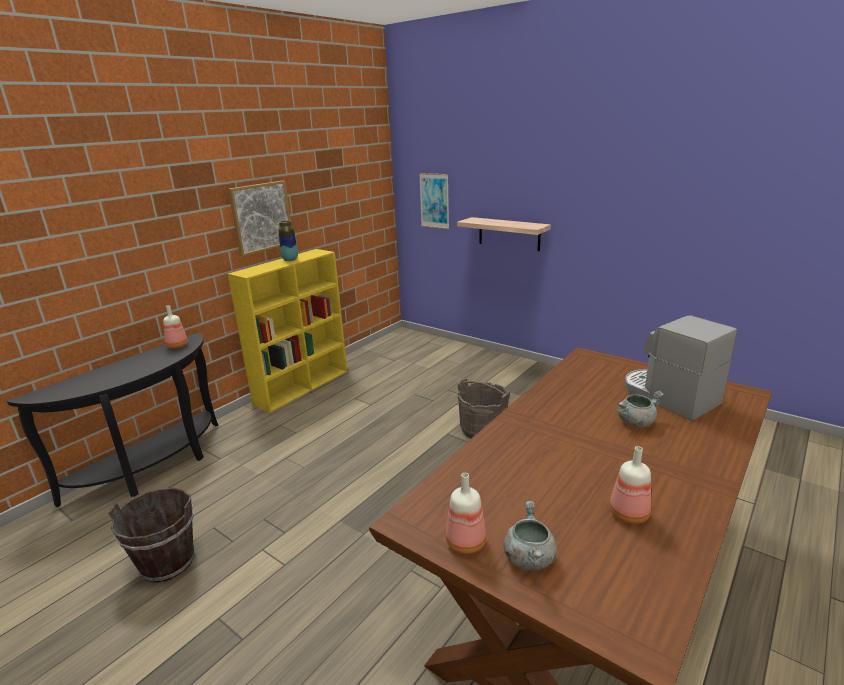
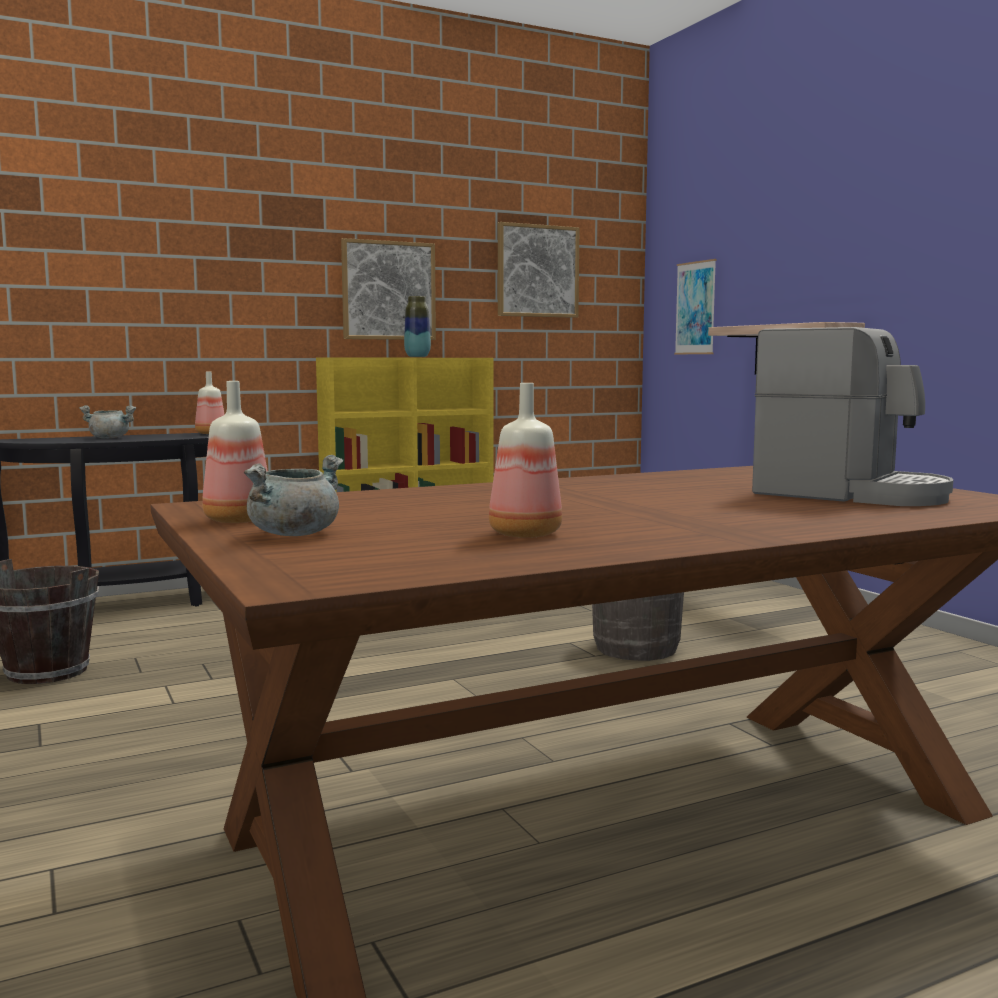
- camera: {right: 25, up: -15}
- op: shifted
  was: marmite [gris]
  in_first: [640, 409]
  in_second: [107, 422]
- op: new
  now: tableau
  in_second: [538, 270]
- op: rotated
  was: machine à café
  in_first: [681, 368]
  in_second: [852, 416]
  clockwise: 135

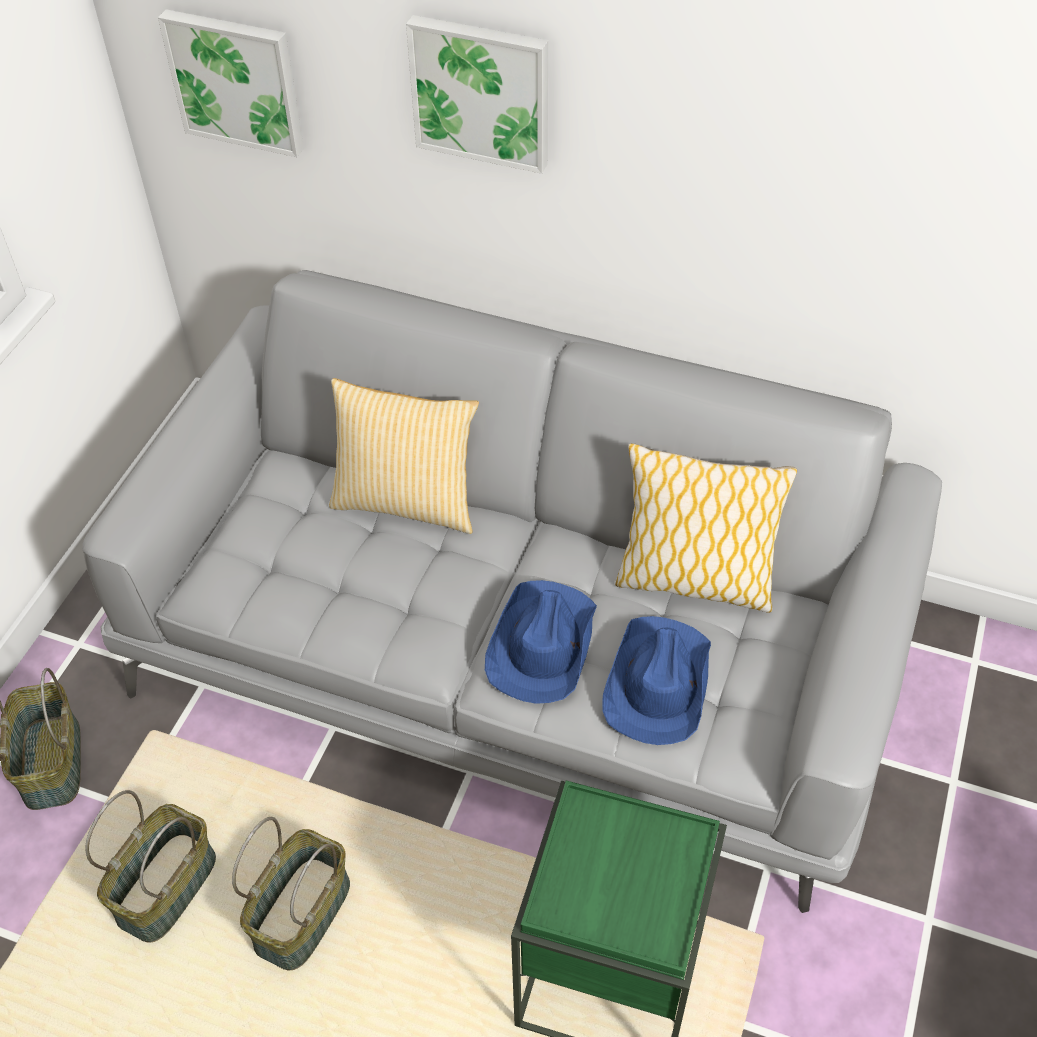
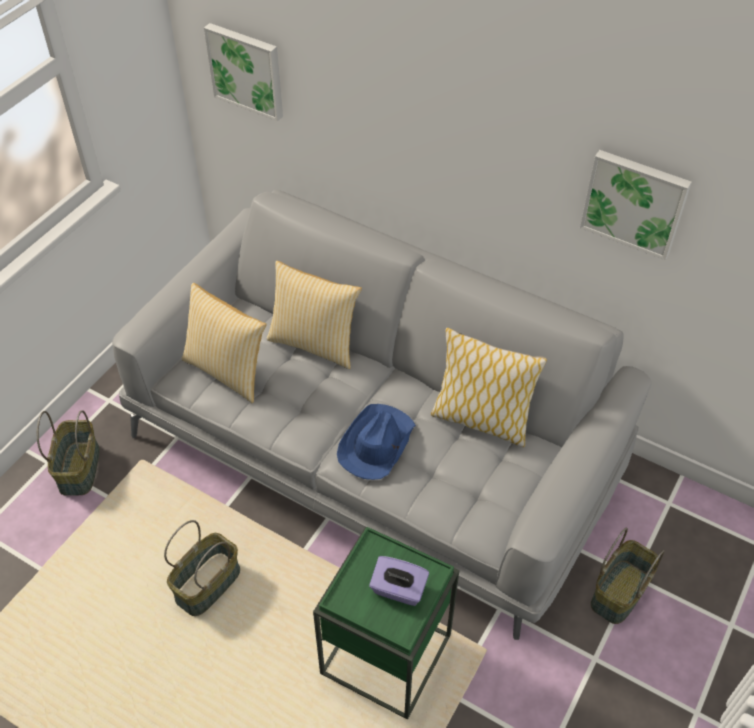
- camera: {right: 10, up: 0}
- op: new
  now: coussin
  in_second: [224, 343]
- op: new
  now: boîte à mouchoirs [violet]
  in_second: [399, 581]
- op: shifted
  was: tableau
  in_first: [477, 94]
  in_second: [636, 205]
- op: shifted
  was: panier
  in_first: [150, 866]
  in_second: [628, 575]
- op: gone
  was: chapeau [bleu]
  in_first: [656, 680]

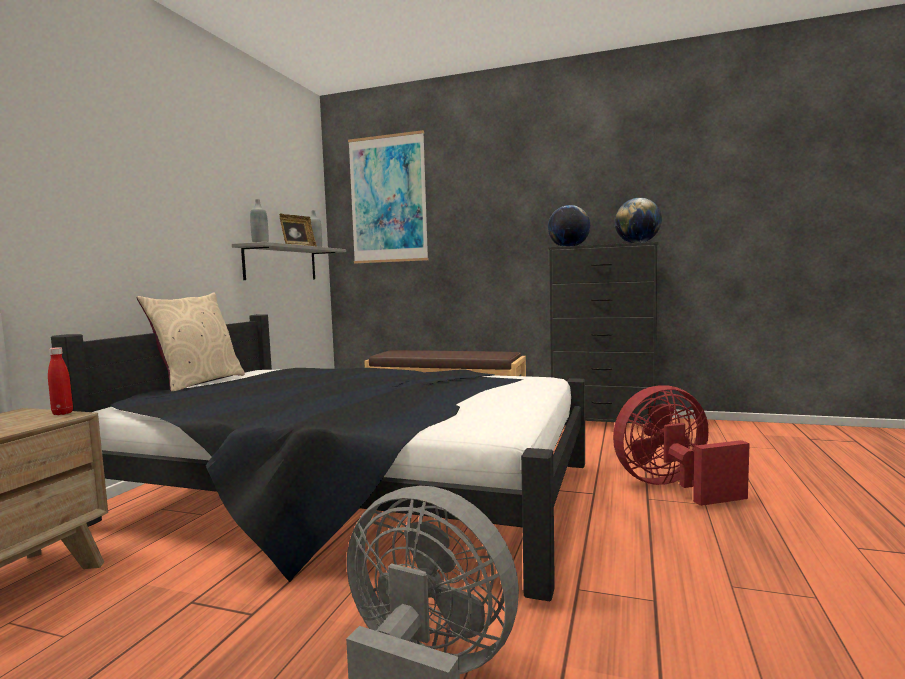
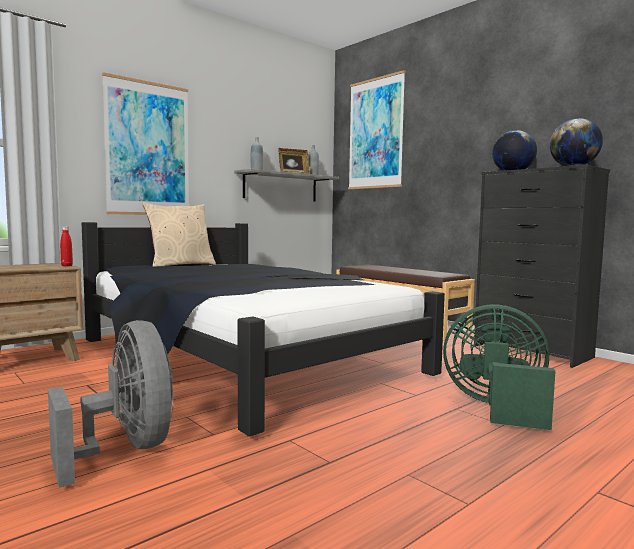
- camera: {right: 30, up: 0}
- op: new
  now: tableau
  in_second: [145, 143]
- op: repainted
  was: ventilateur [rouge]
  now: ventilateur [vert]
  in_first: [681, 445]
  in_second: [499, 367]

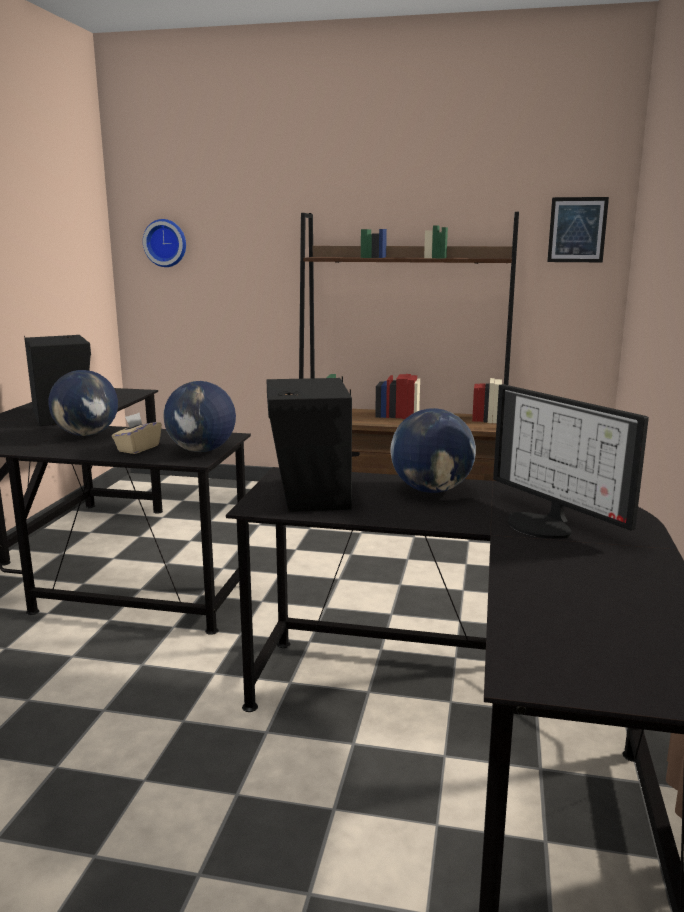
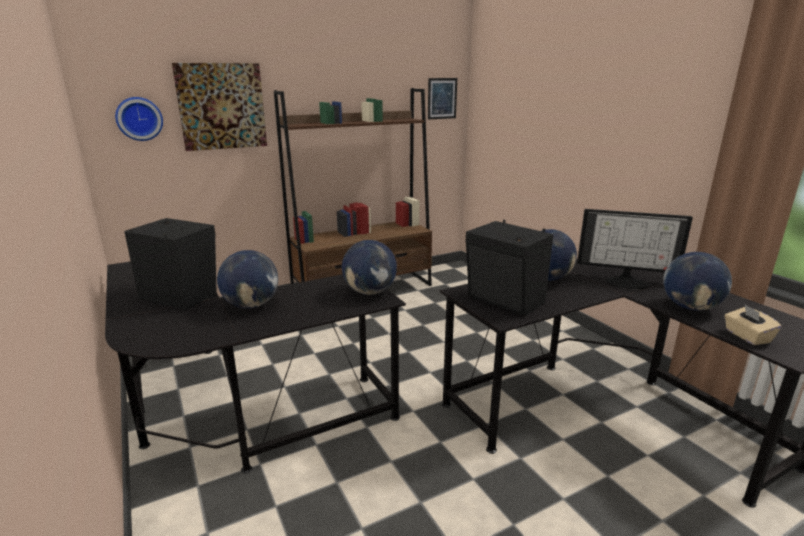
- camera: {right: -40, up: 5}
- op: new
  now: tableau
  in_second: [219, 107]
- op: new
  now: globe
  in_second: [698, 281]
- op: shifted
  was: boîte à mouchoirs [beige]
  in_first: [137, 433]
  in_second: [753, 325]

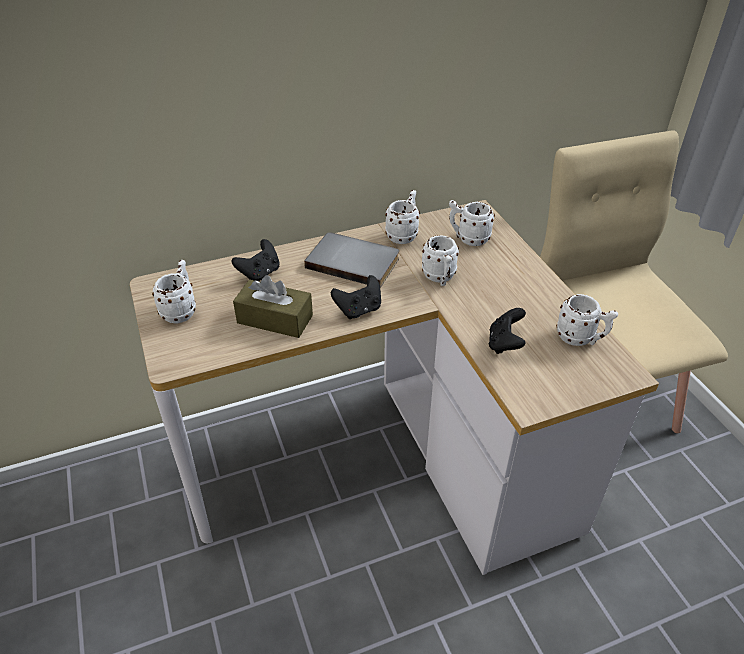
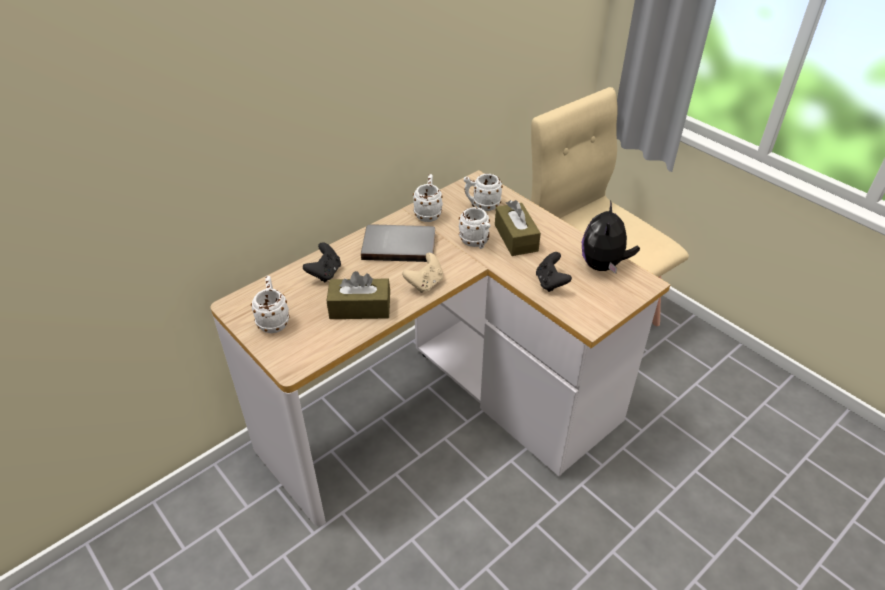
- camera: {right: -20, up: 0}
- op: repainted
  was: manette [noir]
  now: manette [beige]
  in_first: [356, 297]
  in_second: [422, 273]
- op: new
  now: boîte à mouchoirs [marron]
  in_second: [518, 228]
- op: swapped
  was: mug [blanc]
  now: peluche
  in_first: [587, 320]
  in_second: [611, 237]

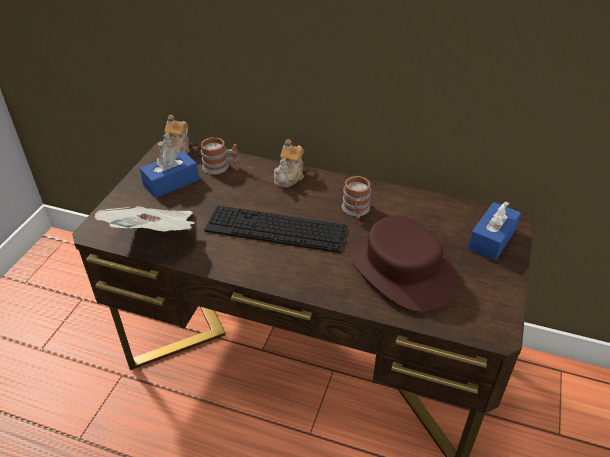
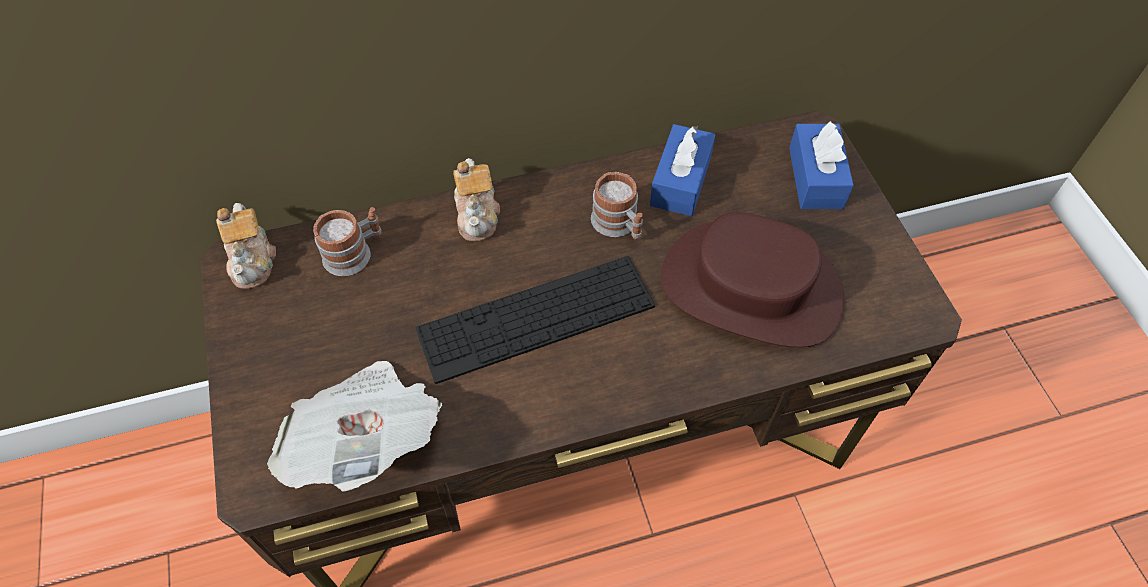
- camera: {right: -35, up: 15}
- op: shifted
  was: boîte à mouchoirs [bleu]
  in_first: [169, 173]
  in_second: [683, 170]

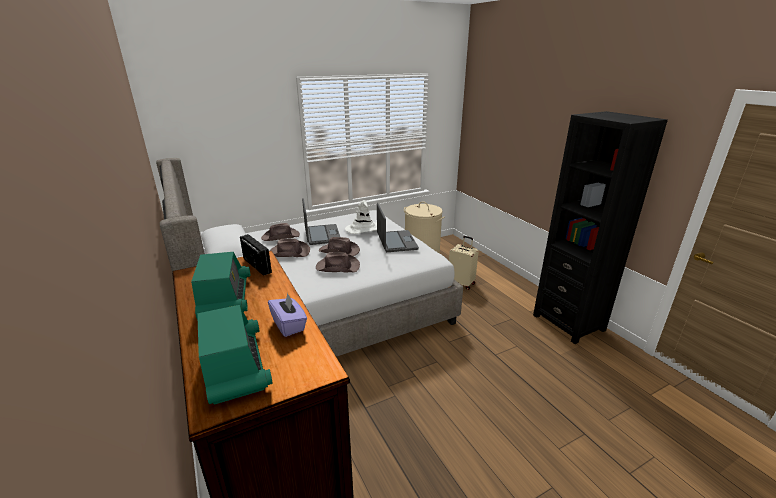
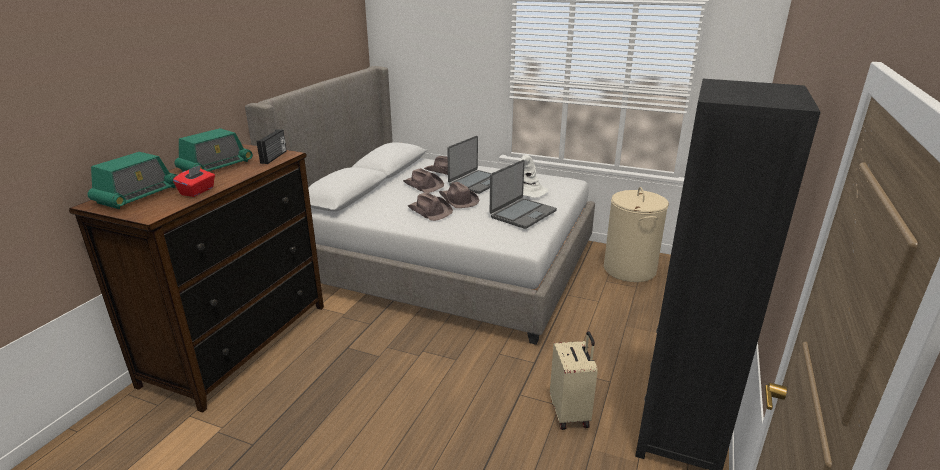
- camera: {right: 50, up: 0}
- op: repainted
  was: boîte à mouchoirs [violet]
  now: boîte à mouchoirs [rouge]
  in_first: [287, 315]
  in_second: [194, 181]
- op: shifted
  was: valise [beige]
  in_first: [464, 263]
  in_second: [574, 380]

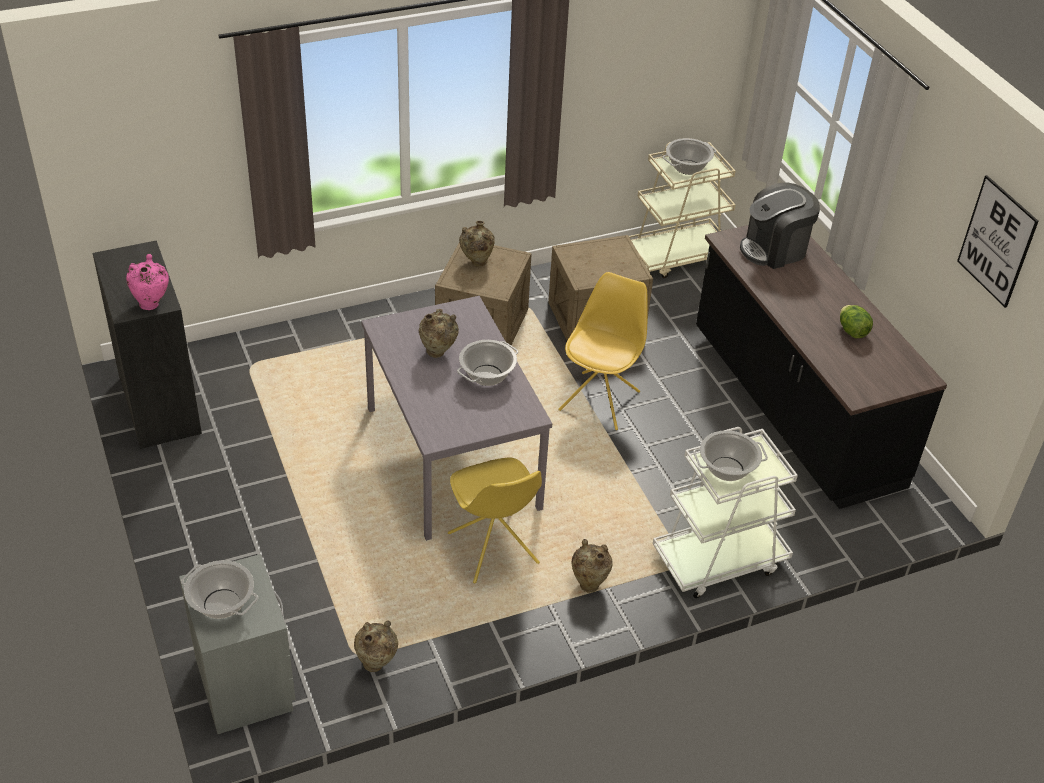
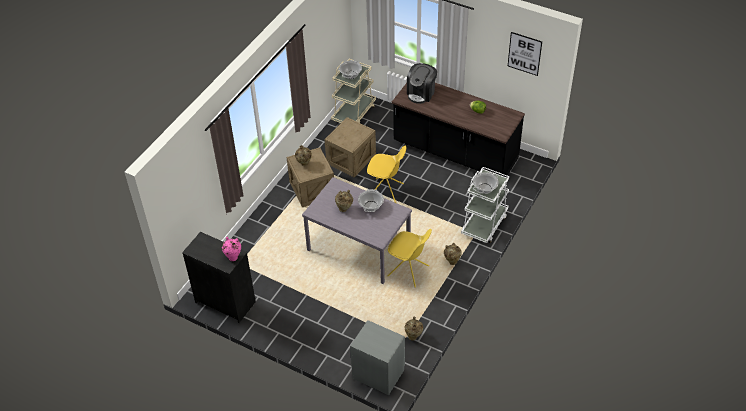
- camera: {right: -35, up: 5}
- op: rotated
  was: chaise [jaune]
  in_first: [603, 351]
  in_second: [387, 174]
  clockwise: 120
- op: gone
  was: marmite
  in_first: [219, 589]

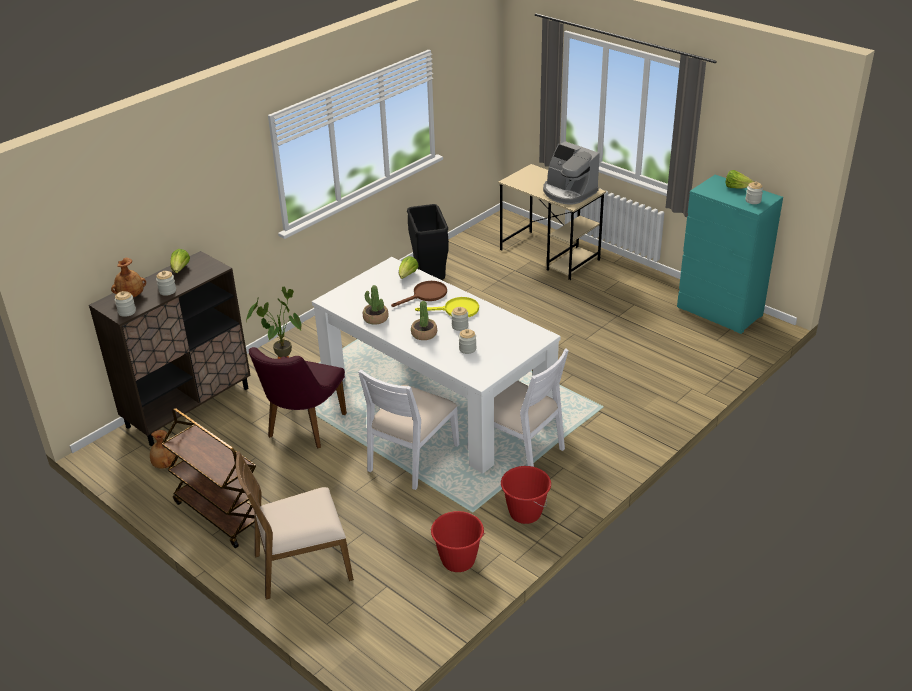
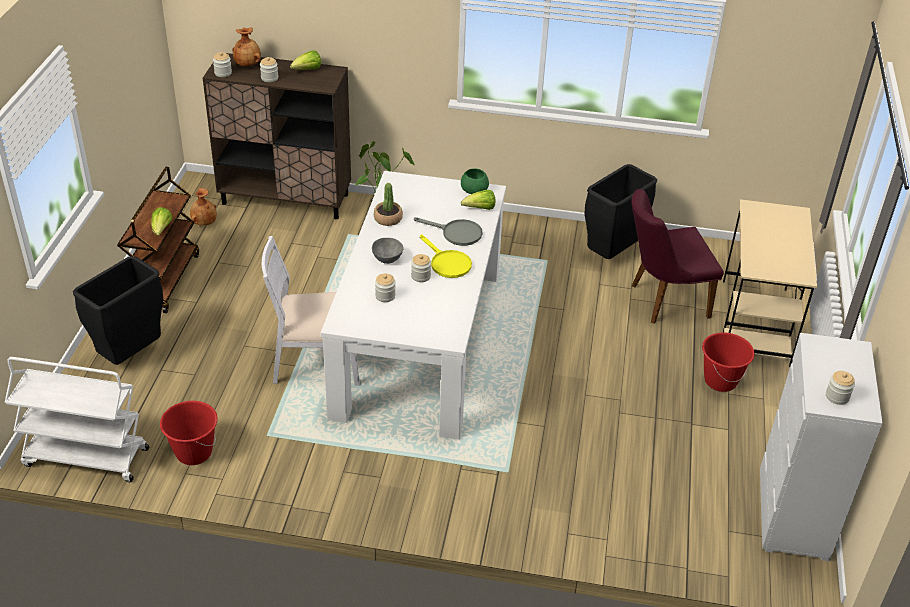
- camera: {right: 55, up: 5}
- op: new
  now: chariot [blanc]
  in_second: [77, 419]
- op: swapped
  was: chaise [marron]
  now: poubelle [noir]
  in_first: [295, 525]
  in_second: [118, 310]
- op: shifted
  was: laitue
  in_first: [739, 179]
  in_second: [161, 221]
- op: swapped
  was: plante en pot
  now: bol [gris]
  in_first: [424, 320]
  in_second: [387, 251]
- op: repainted
  was: poêle [marron]
  now: poêle [gris]
  in_first: [419, 294]
  in_second: [448, 231]
- op: new
  now: bol [vert]
  in_second: [475, 181]
- op: shifted
  was: chaise [violet]
  in_first: [298, 397]
  in_second: [677, 256]
- op: shifted
  was: seau [rouge]
  in_first: [526, 495]
  in_second: [728, 362]
- op: repainted
  was: commode [turquoise]
  now: commode [blanc]
  in_first: [730, 254]
  in_second: [821, 447]
- op: gone
  was: chaise [blanc]
  in_first: [518, 408]
- op: gone
  was: machine à café
  in_first: [571, 173]

